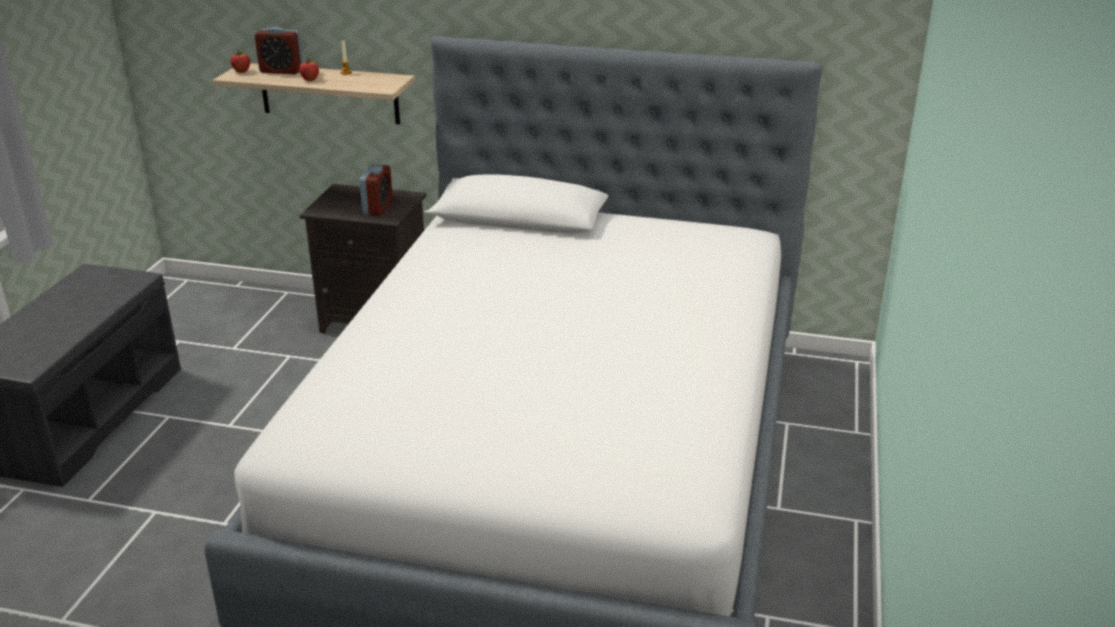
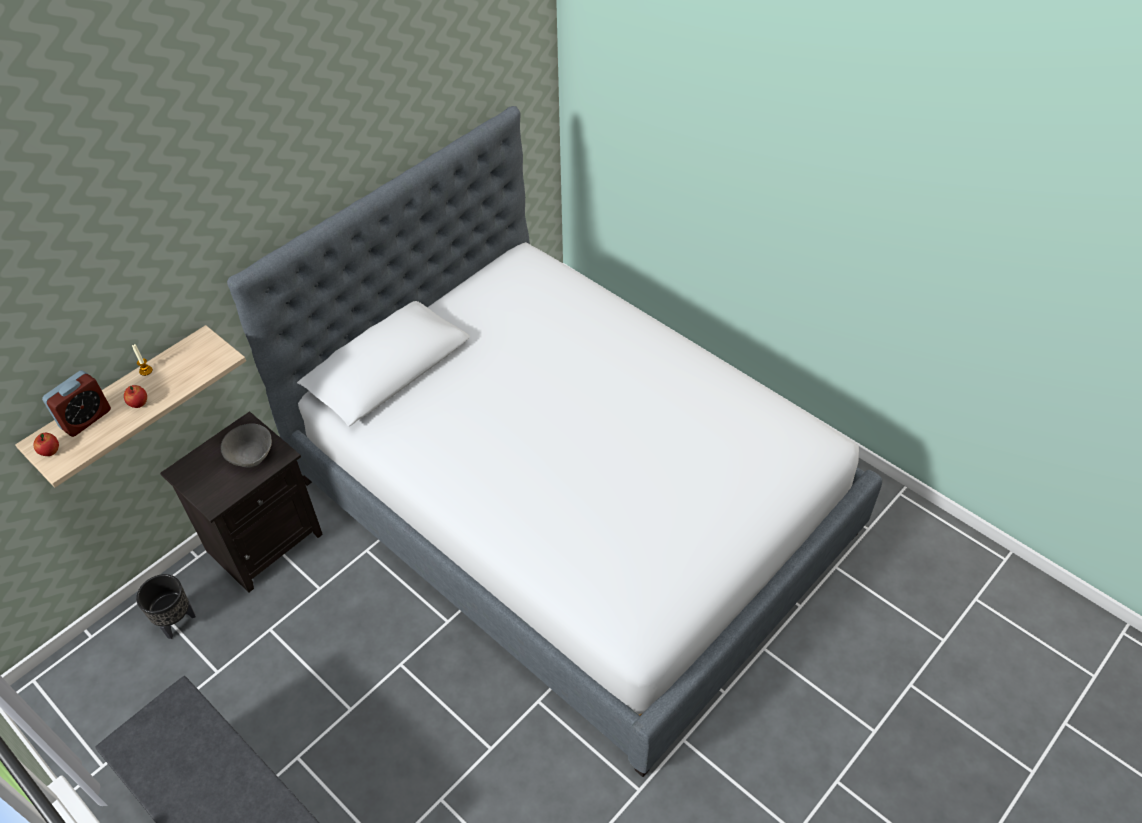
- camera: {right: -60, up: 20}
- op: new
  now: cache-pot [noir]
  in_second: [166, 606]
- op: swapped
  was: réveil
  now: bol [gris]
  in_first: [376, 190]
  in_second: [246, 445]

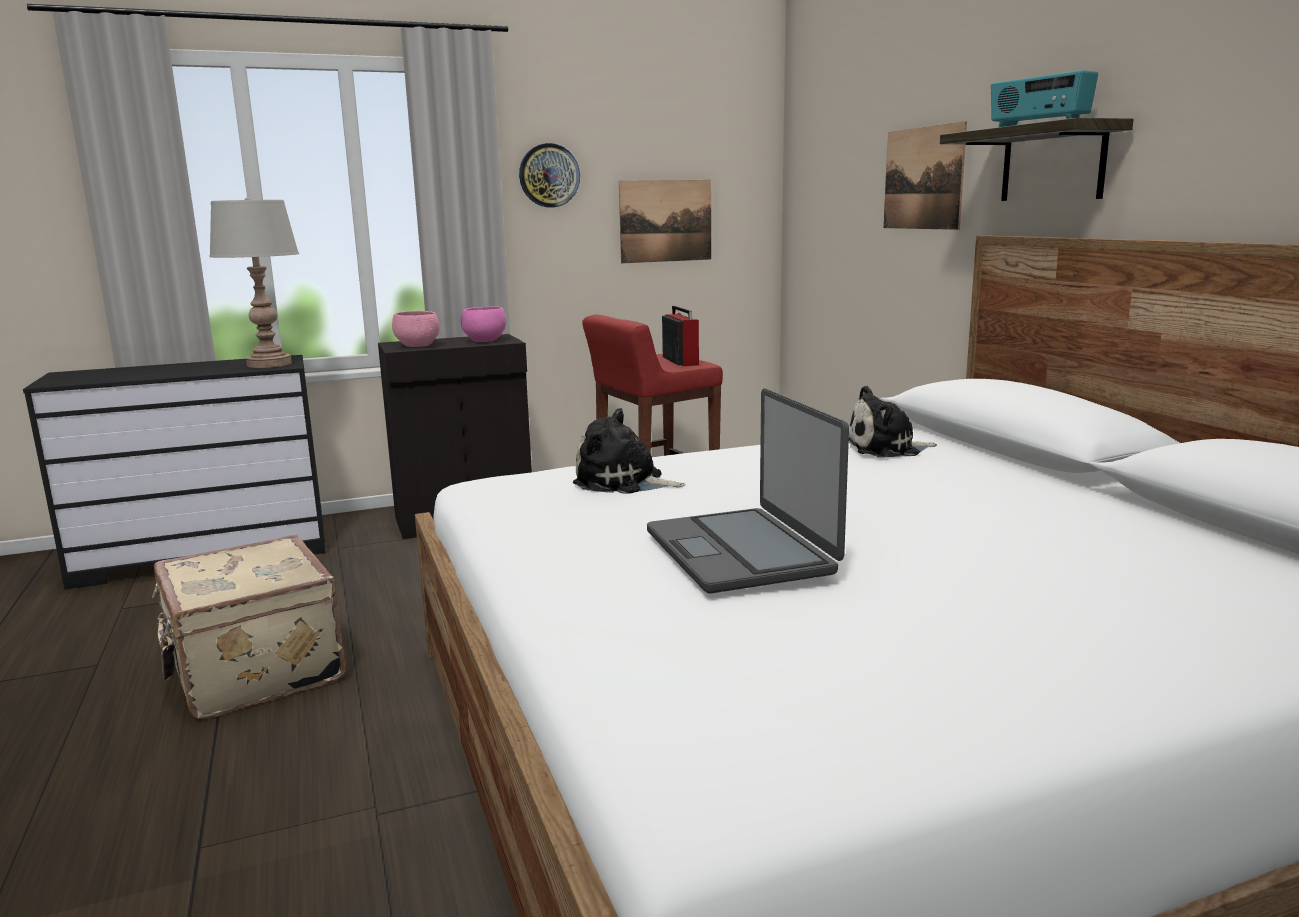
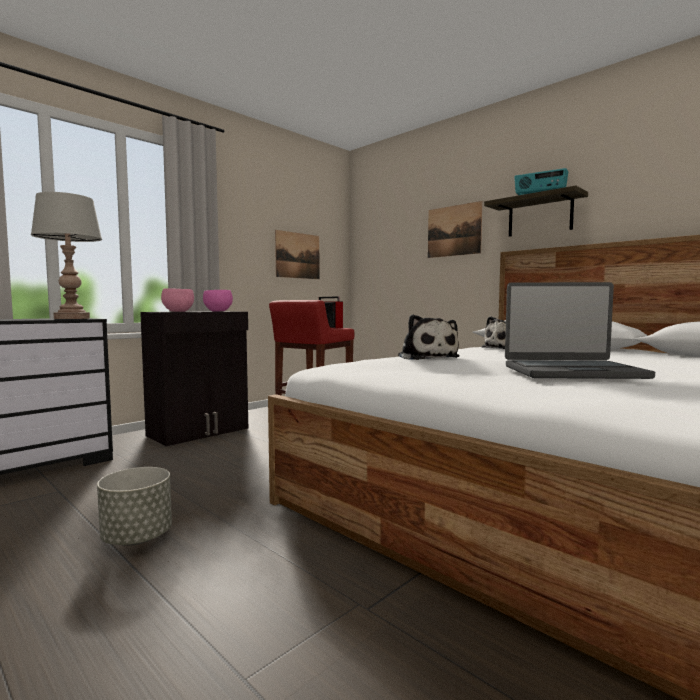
- camera: {right: -25, up: -10}
- op: swapped
  was: valise [beige]
  now: cache-pot [gris]
  in_first: [249, 627]
  in_second: [134, 506]
- op: rotated
  was: peluche
  in_first: [629, 451]
  in_second: [428, 337]
  clockwise: -105
- op: rotated
  was: ordinateur portable
  in_first: [748, 490]
  in_second: [580, 330]
  clockwise: -45
- op: gone
  was: horloge murale
  in_first: [549, 175]

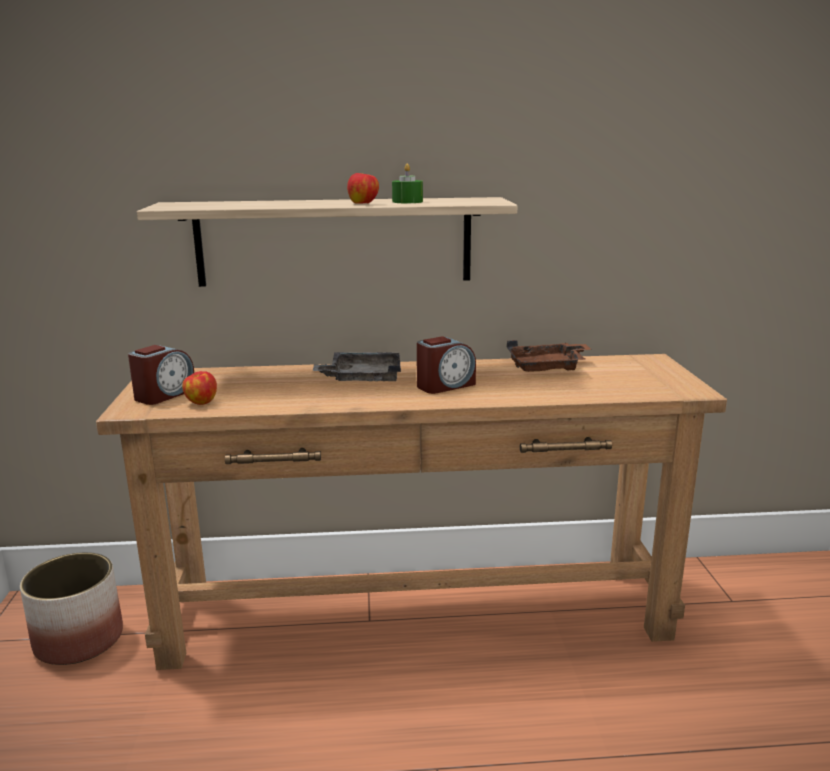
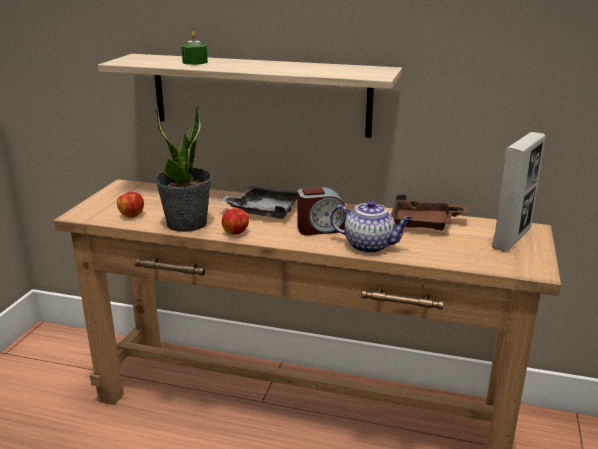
- camera: {right: 20, up: 5}
- op: new
  now: plante en pot
  in_second: [183, 166]
- op: shifted
  was: bougie [vert]
  in_first: [407, 183]
  in_second: [194, 48]
- op: shifted
  was: pomme
  in_first: [363, 188]
  in_second: [235, 221]
- op: new
  now: théière
  in_second: [371, 226]
- op: new
  now: cadre photo
  in_second: [519, 192]
- op: gone
  was: cache-pot
  in_first: [71, 608]
- op: gone
  was: réveil
  in_first: [161, 375]

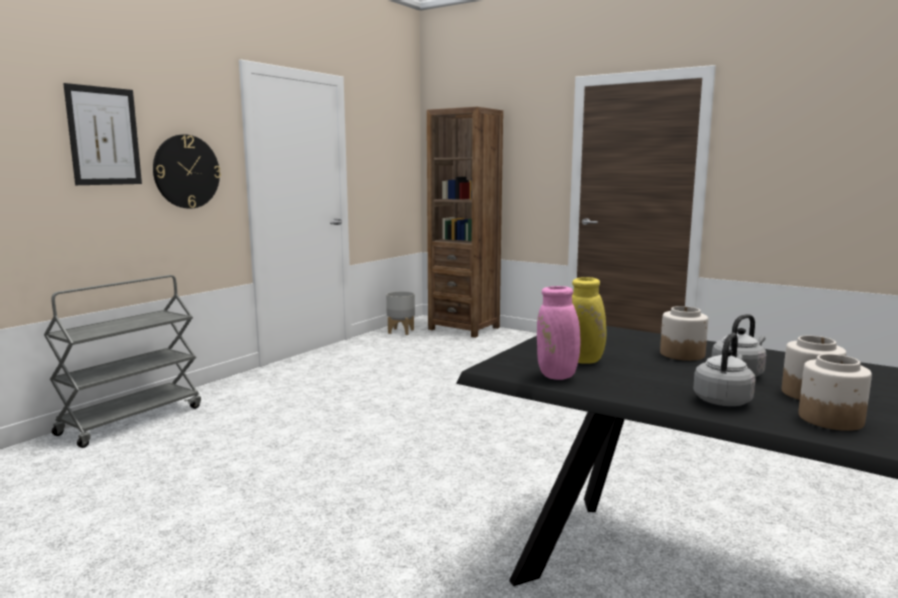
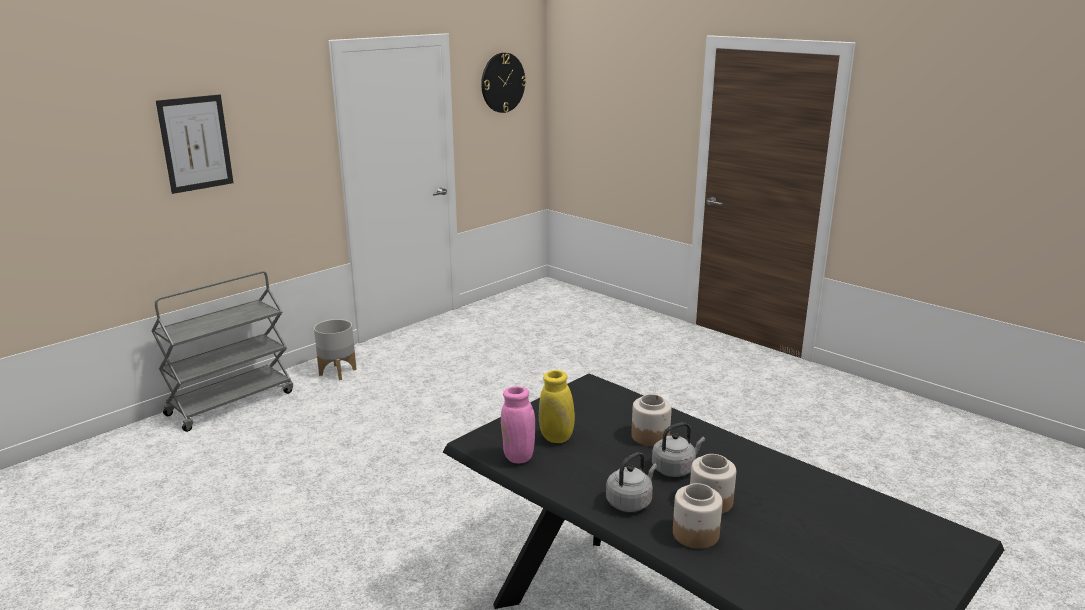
- camera: {right: 10, up: 10}
- op: shifted
  was: cache-pot [gris]
  in_first: [400, 313]
  in_second: [335, 349]
- op: shifted
  was: horloge murale
  in_first: [187, 171]
  in_second: [503, 83]
- op: gone
  was: bibliothèque [marron]
  in_first: [465, 222]

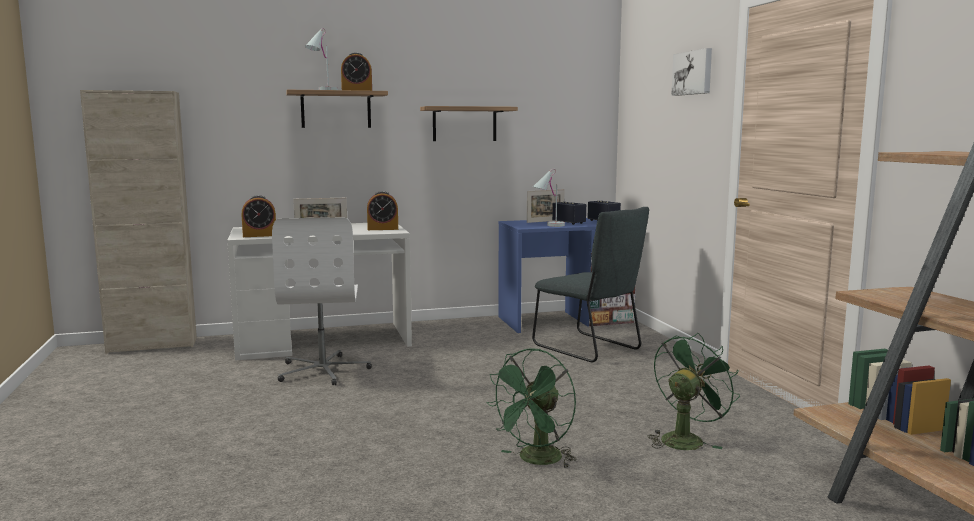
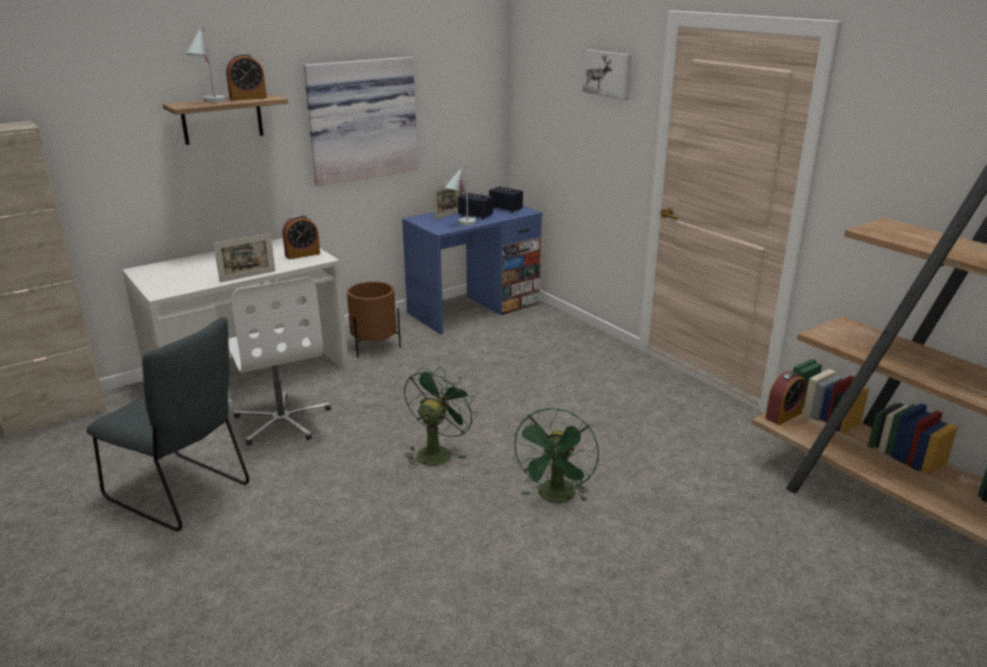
- camera: {right: -20, up: 15}
- op: shifted
  was: chaise [gris]
  in_first: [590, 284]
  in_second: [167, 424]
- op: swapped
  was: étagère
  now: tableau
  in_first: [469, 123]
  in_second: [360, 121]
- op: new
  now: cache-pot [marron]
  in_second: [374, 319]
- op: shifted
  was: ventilateur [vert]
  in_first: [694, 391]
  in_second: [441, 417]
- op: shifted
  was: réveil
  in_first: [259, 216]
  in_second: [786, 398]

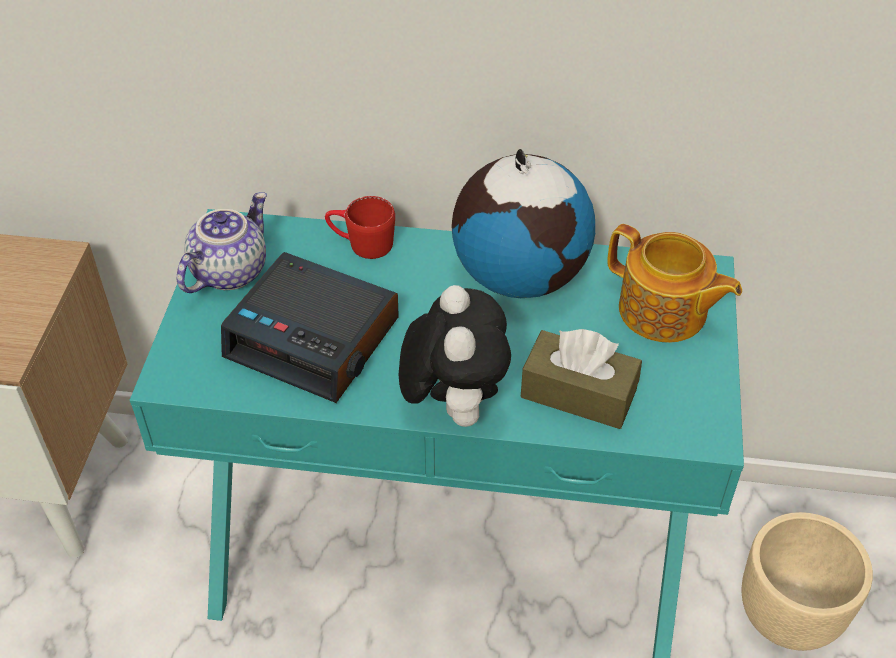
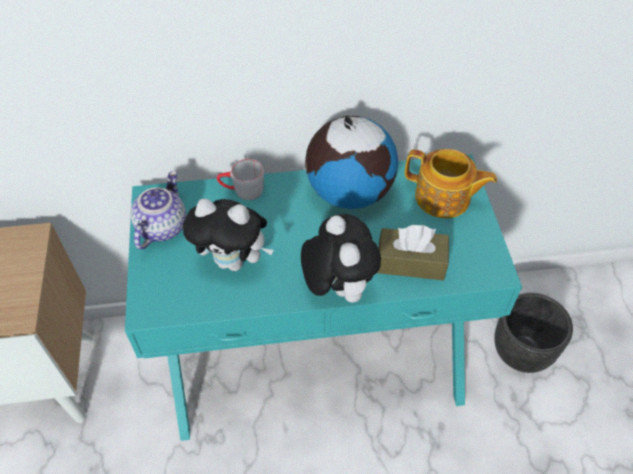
- camera: {right: -15, up: 5}
- op: swapped
  was: réveil
  now: peluche
  in_first: [310, 327]
  in_second: [228, 234]
- op: repainted
  was: mug [rouge]
  now: mug [gris]
  in_first: [360, 227]
  in_second: [240, 179]
- op: repainted
  was: cache-pot [beige]
  now: cache-pot [noir]
  in_first: [807, 581]
  in_second: [533, 332]

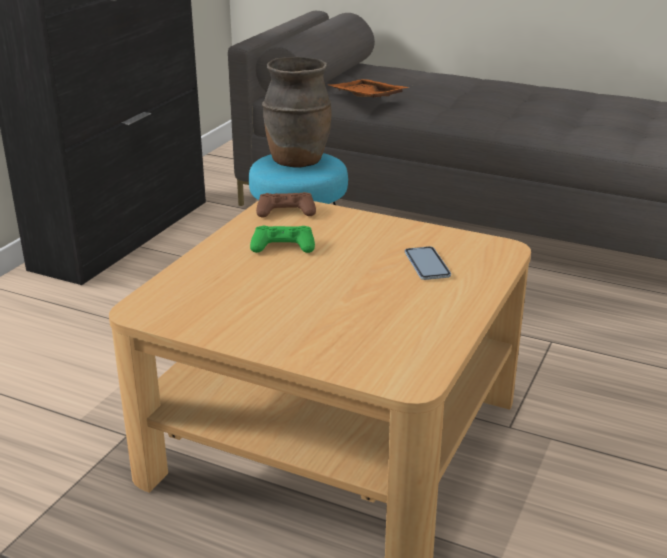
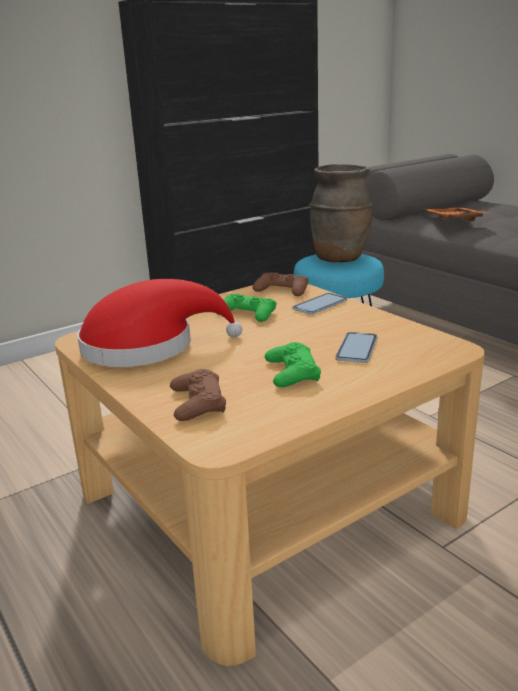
- camera: {right: 30, up: -5}
- op: new
  now: chapeau [rouge]
  in_second: [159, 323]
- op: new
  now: manette [marron]
  in_second: [198, 395]
- op: new
  now: manette [vert]
  in_second: [292, 364]
- op: new
  now: téléphone
  in_second: [319, 304]

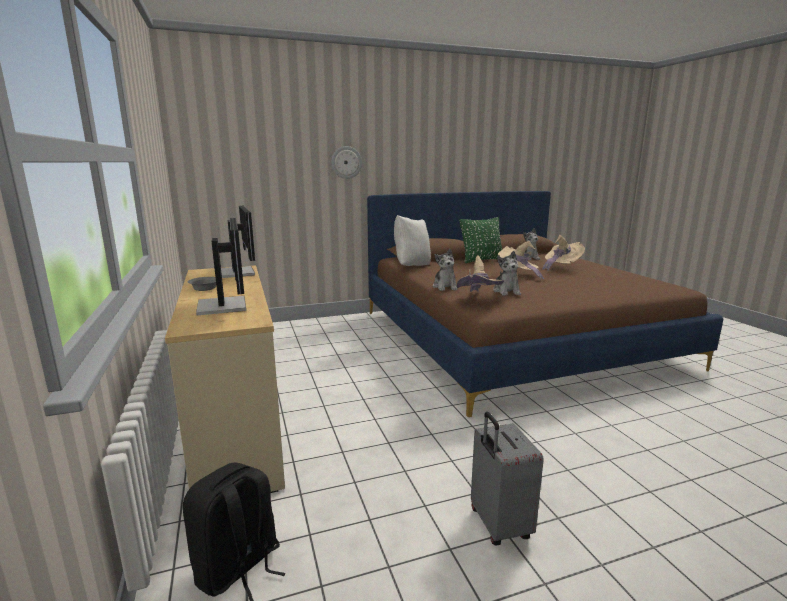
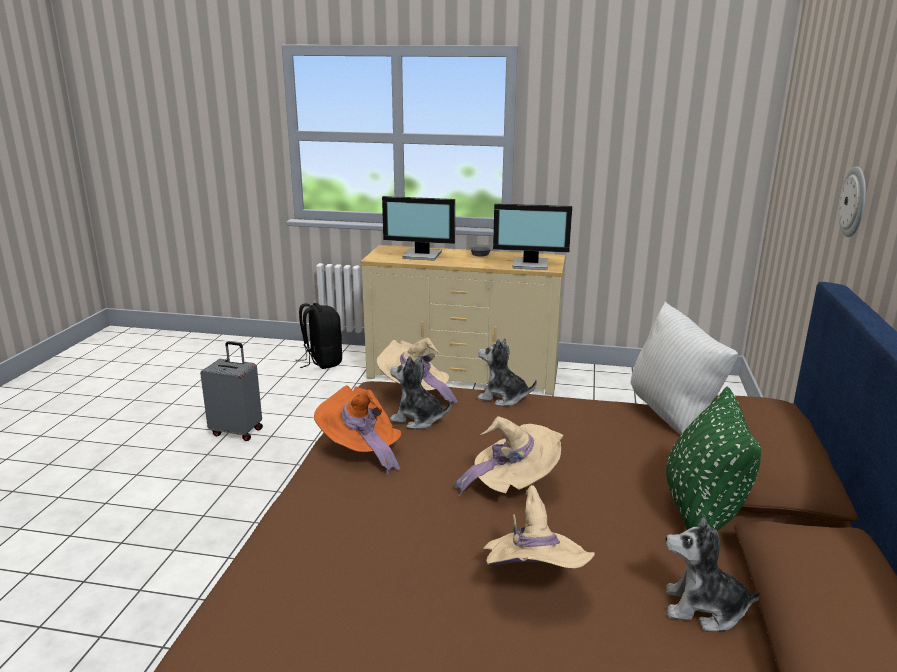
- camera: {right: 120, up: 5}
- op: new
  now: chapeau [orange]
  in_second: [357, 430]

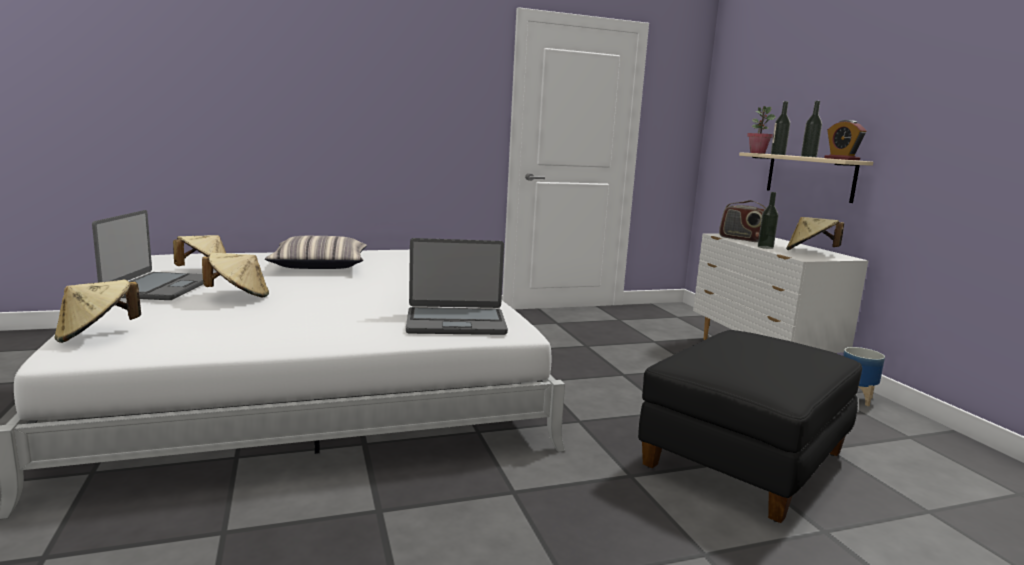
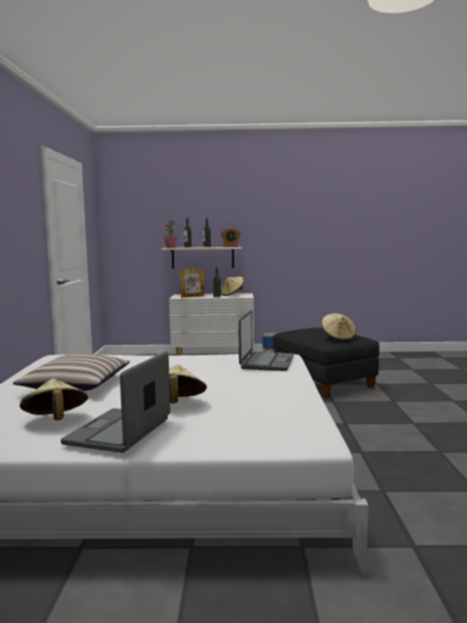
- camera: {right: -70, up: -5}
- op: rotated
  was: ordinateur portable
  in_first: [147, 255]
  in_second: [115, 402]
  clockwise: -90
- op: swapped
  was: radio
  now: cadre photo
  in_first: [742, 221]
  in_second: [192, 283]
- op: shifted
  was: chapeau [beige]
  in_first: [97, 311]
  in_second: [339, 326]

